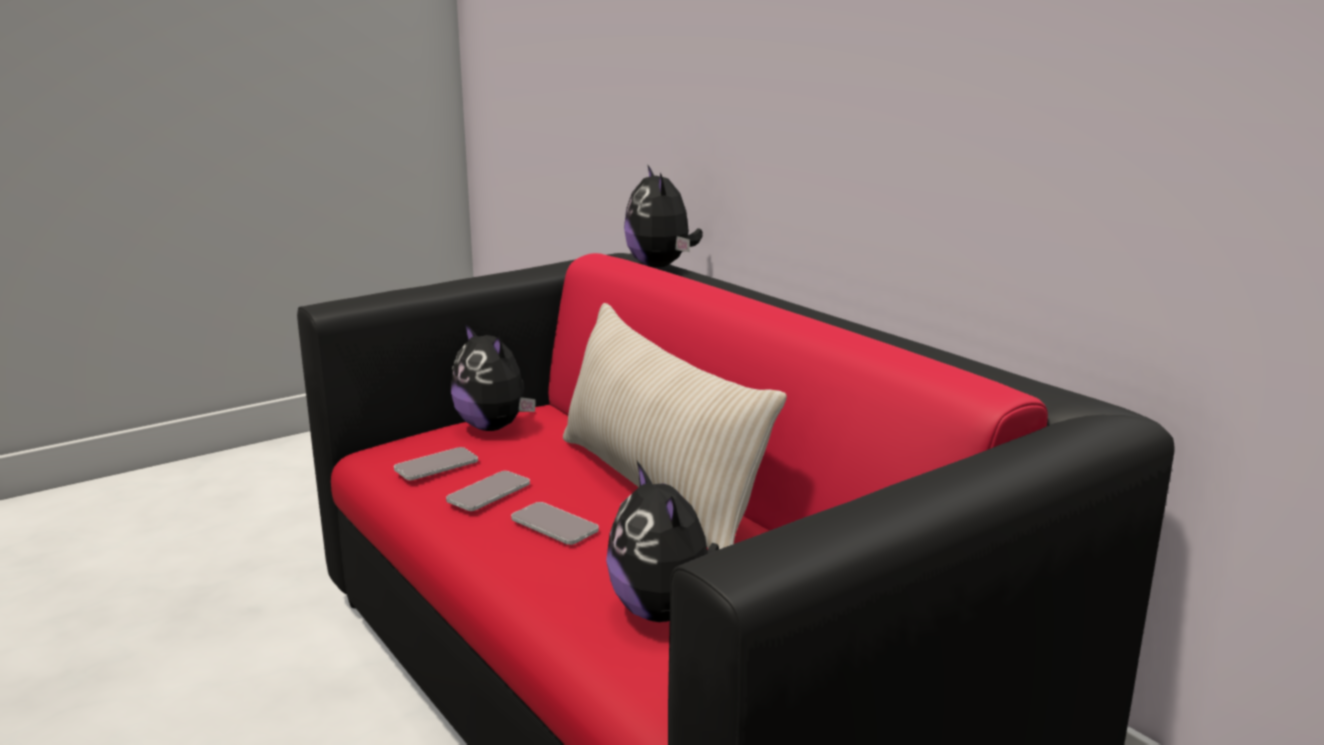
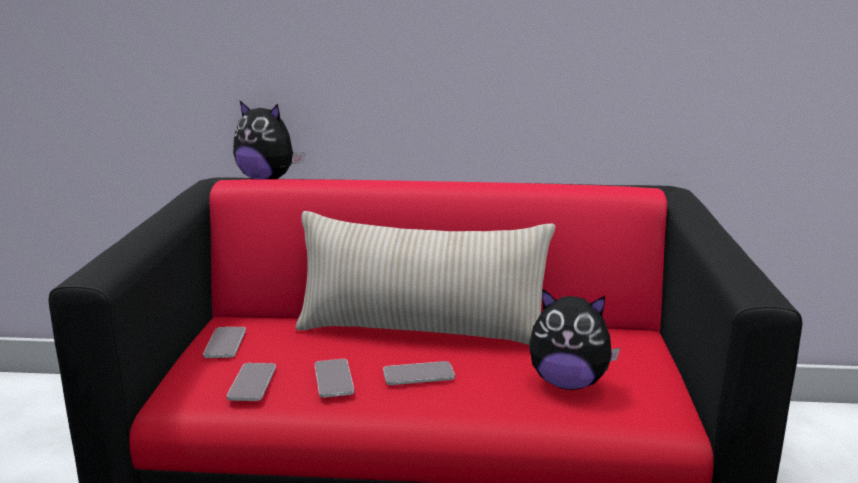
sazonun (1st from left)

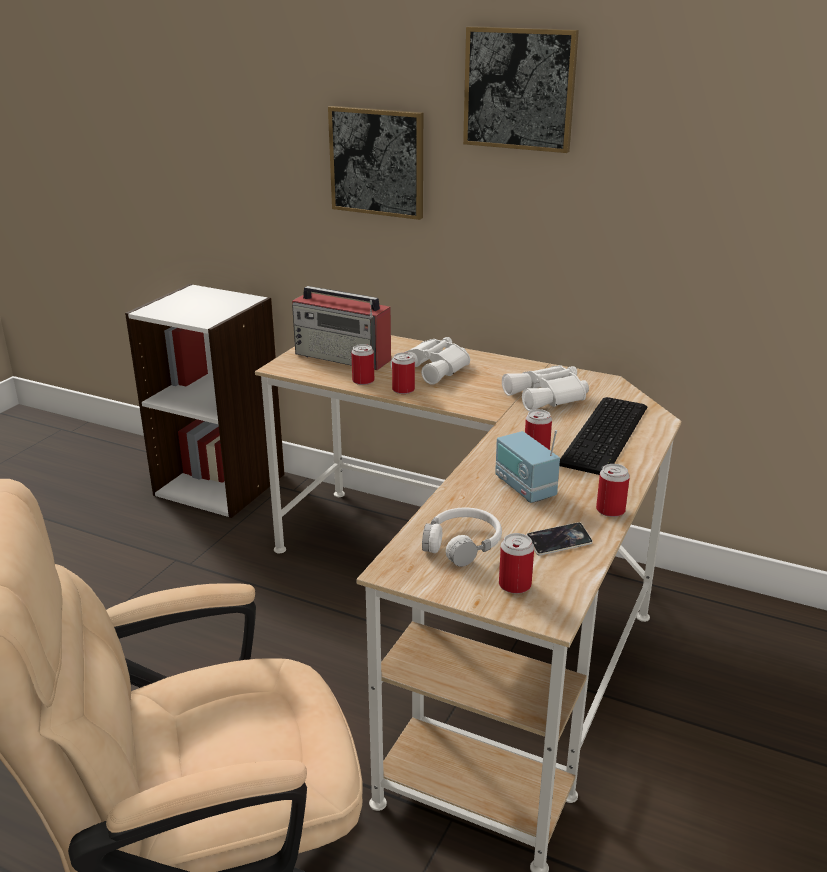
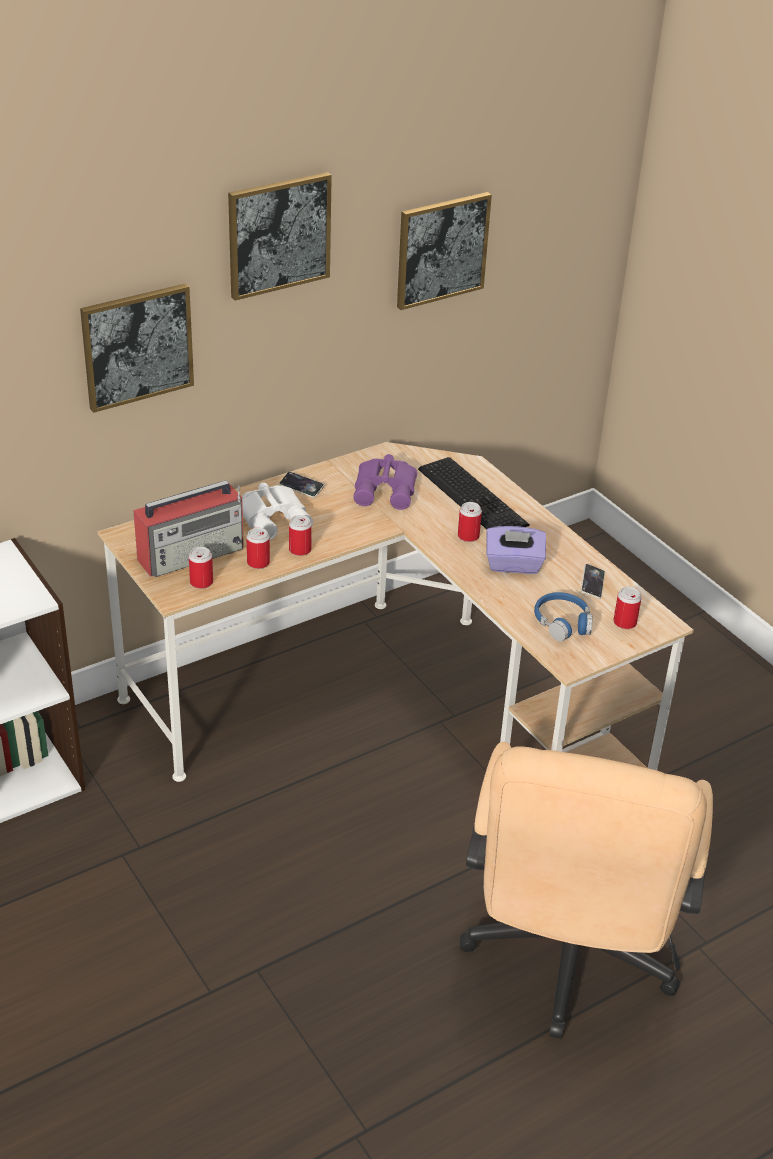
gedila (1st from left); sazonun (1st from left); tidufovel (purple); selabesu (3rd from left); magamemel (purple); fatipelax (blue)

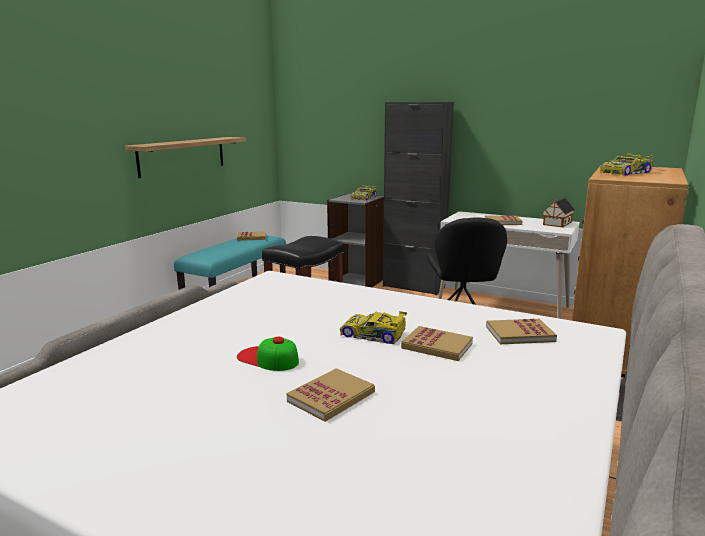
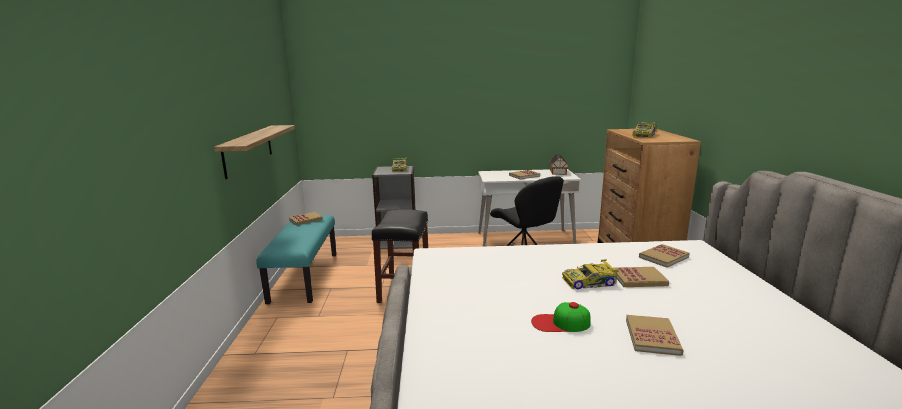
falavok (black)

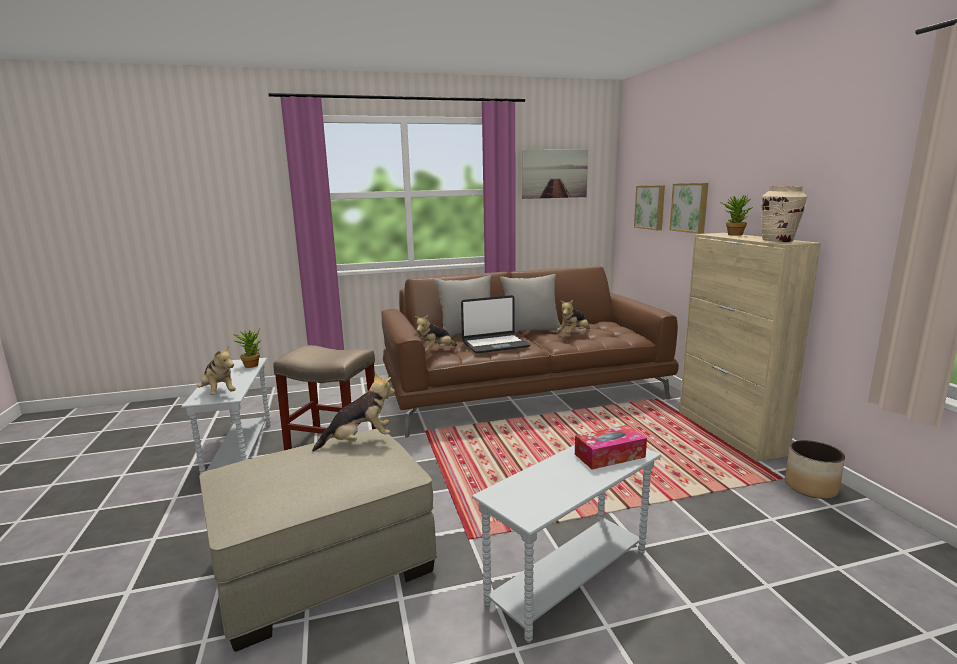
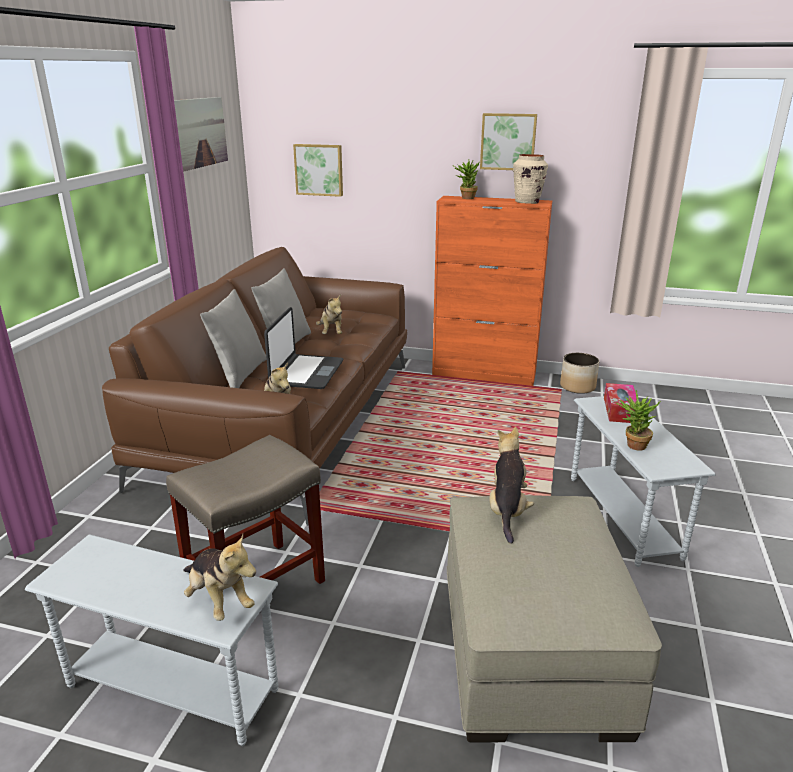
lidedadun (1st from left); falavok (orange); selabesu (3rd from left); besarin (2nd from left)

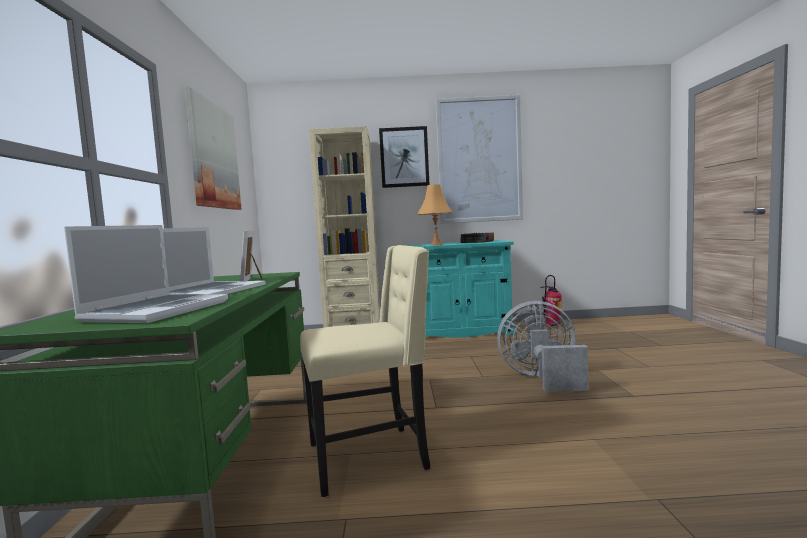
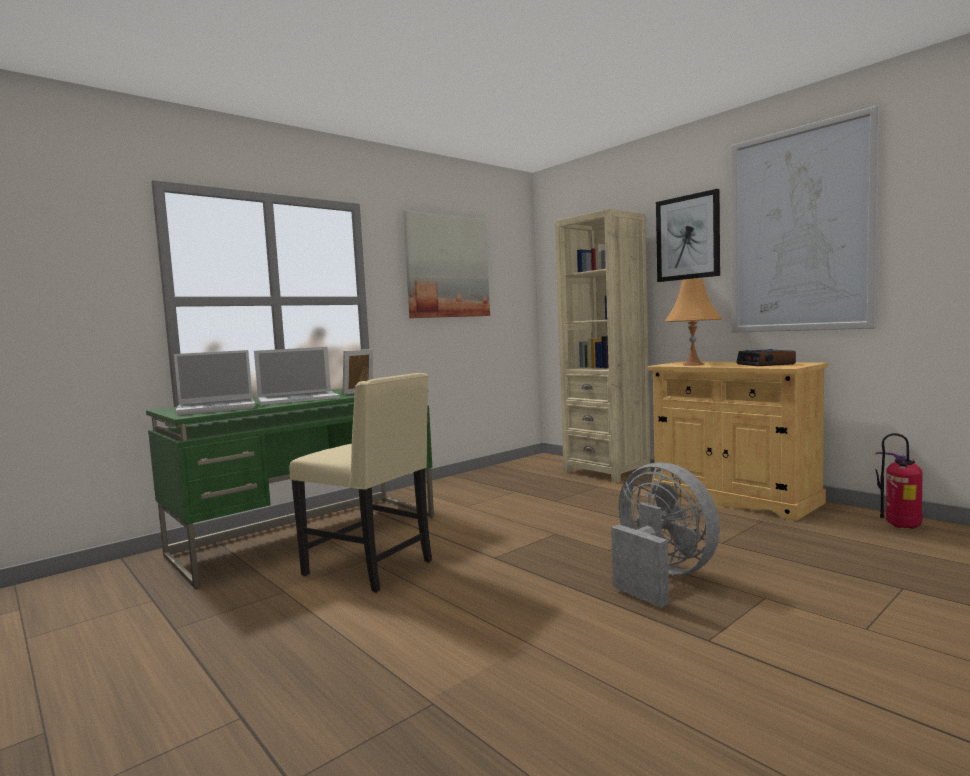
falavok (beige)

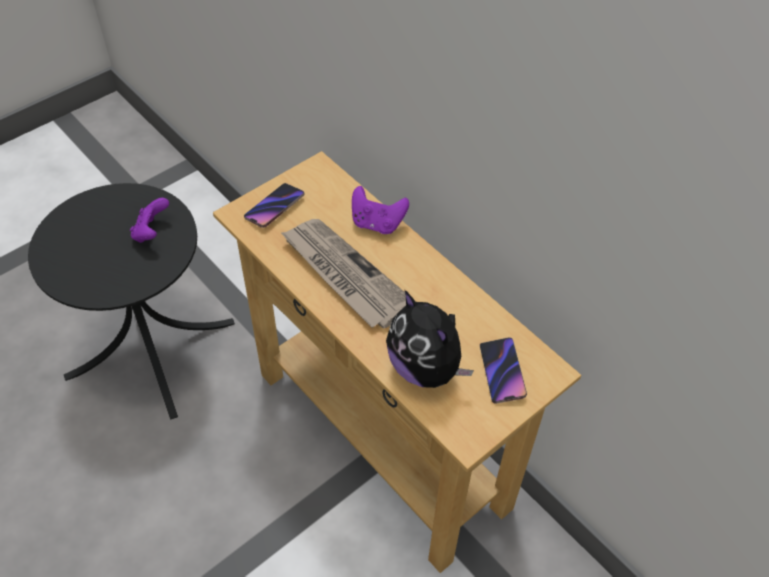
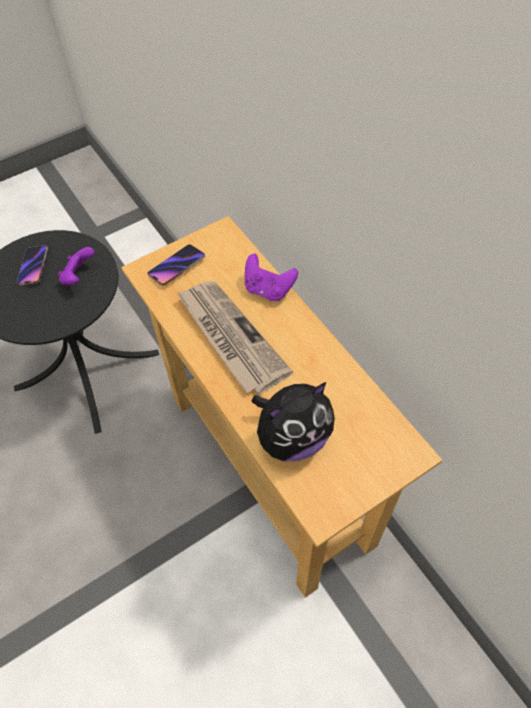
sazonun (1st from left); lidedadun

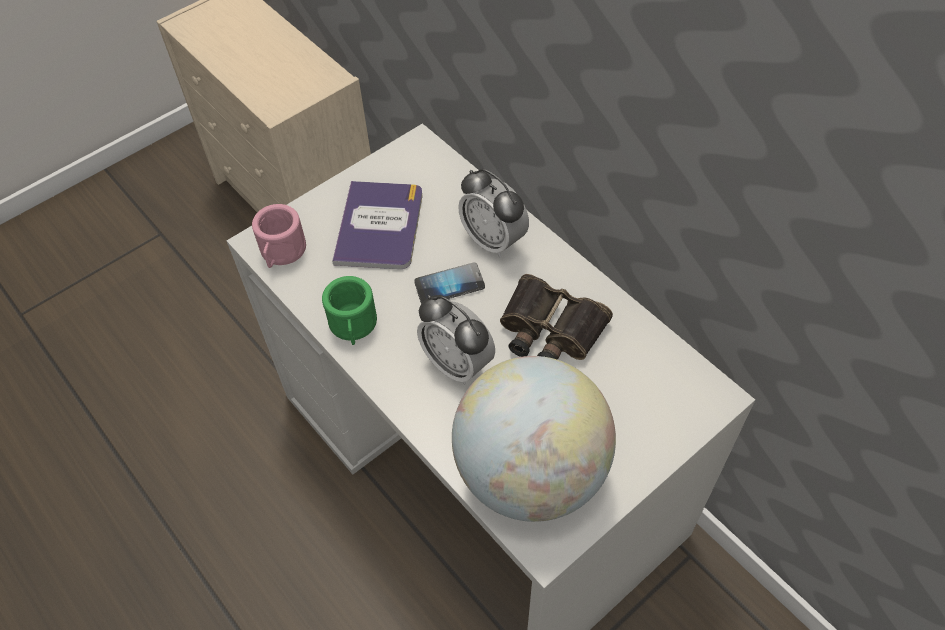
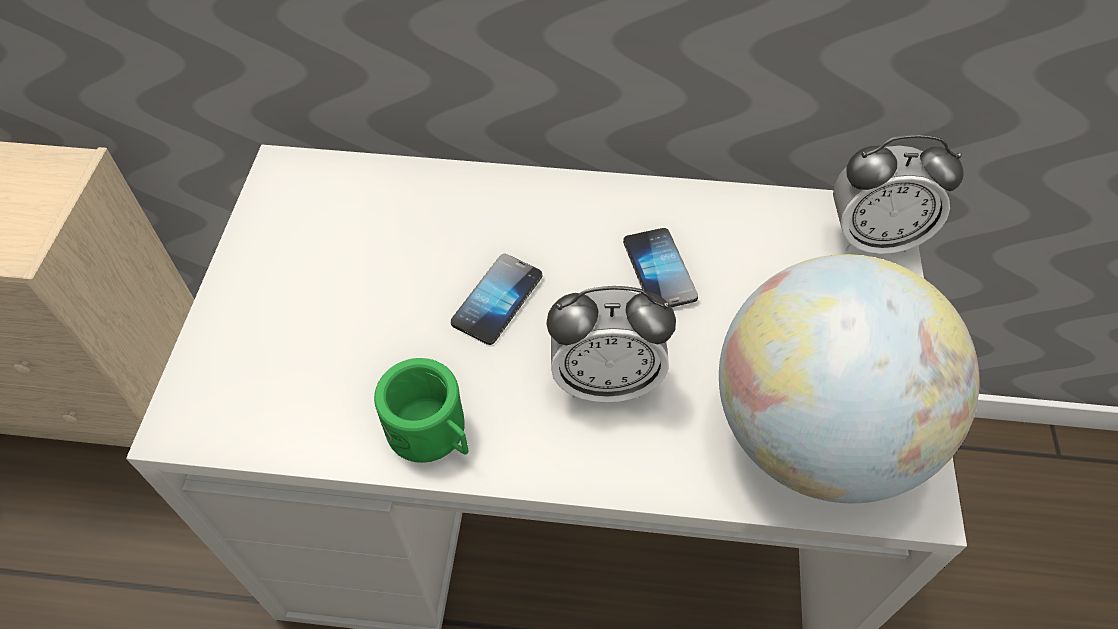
sazonun (2nd from left); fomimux (2nd from left); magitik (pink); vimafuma

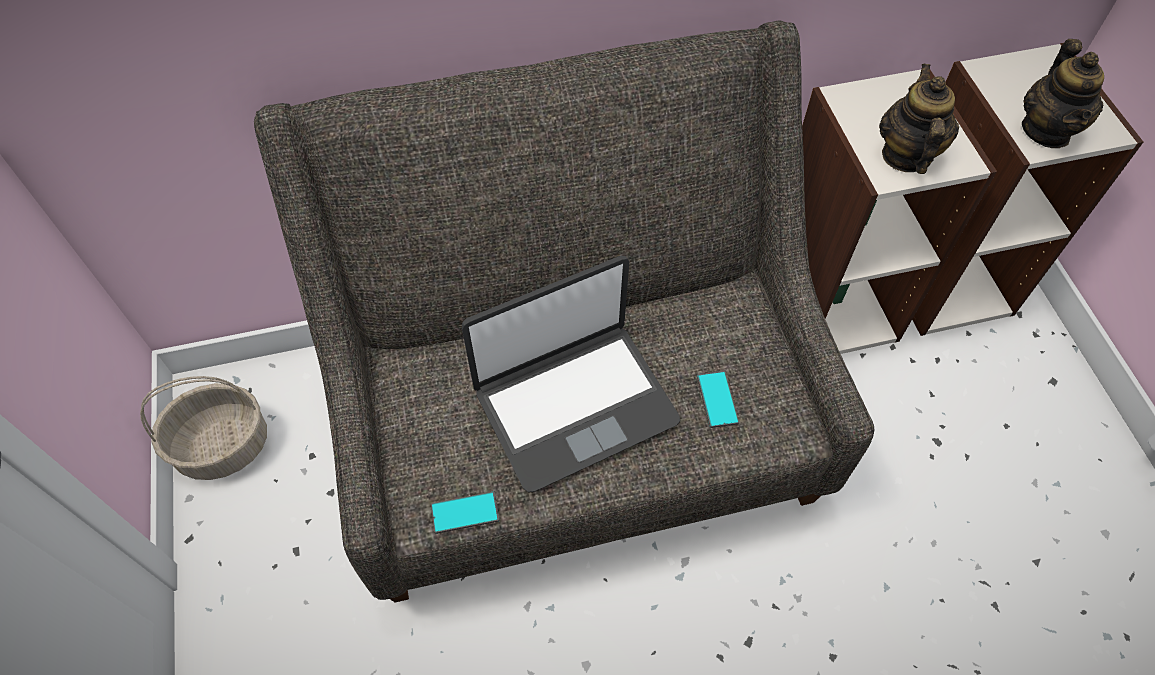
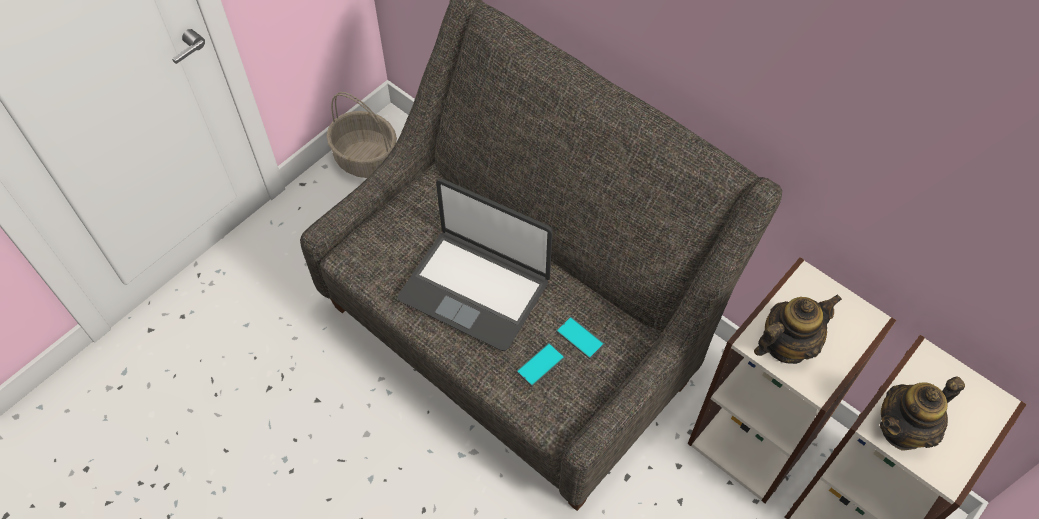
sazonun (2nd from left)

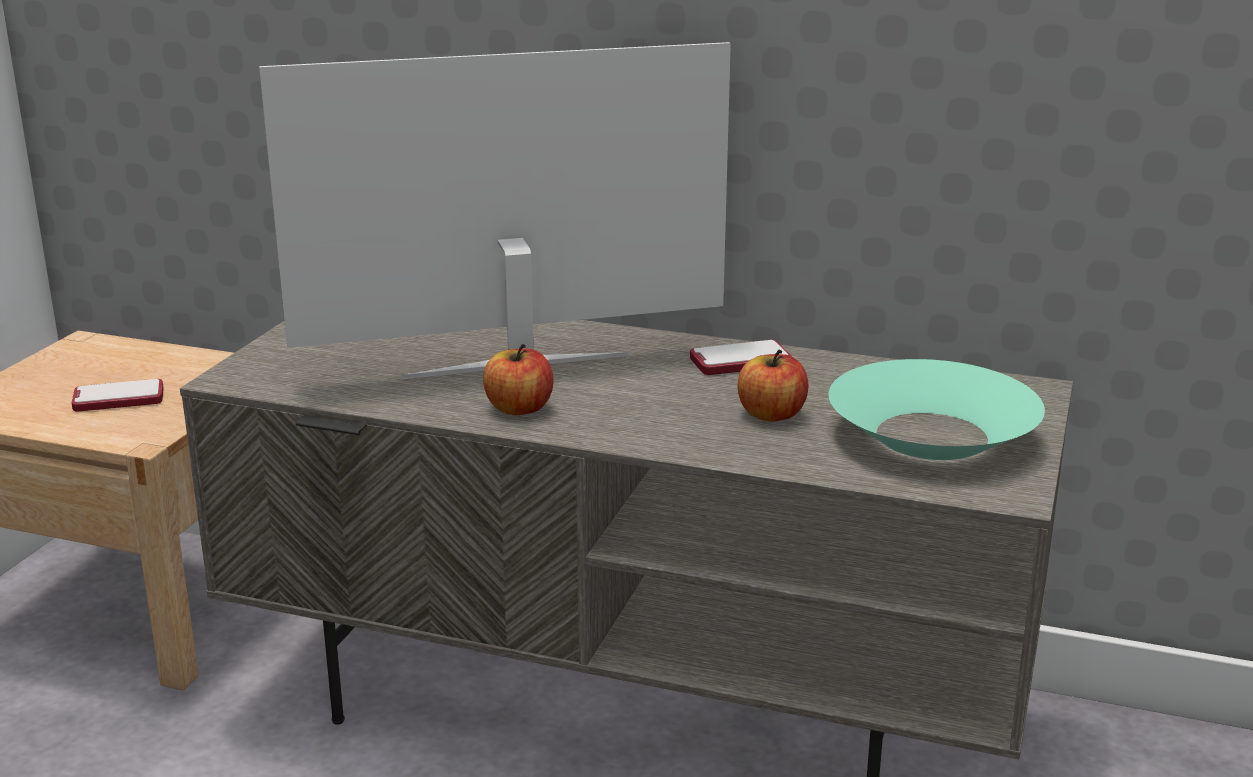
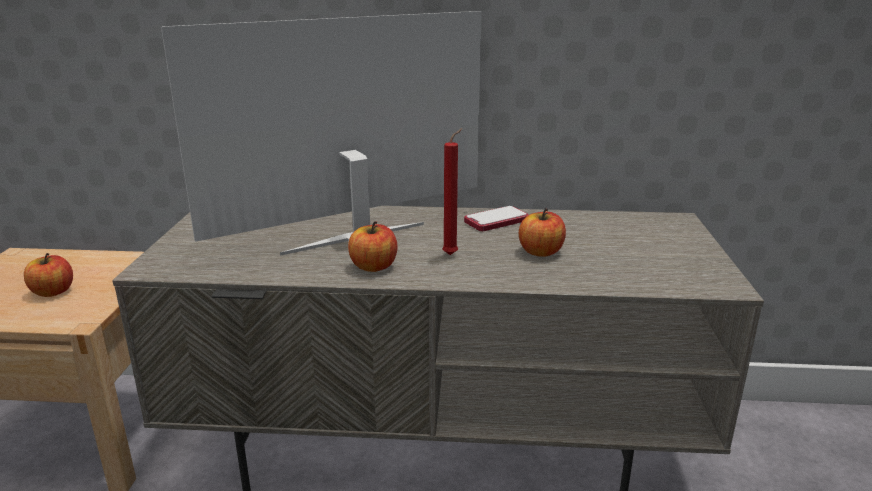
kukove (1st from left); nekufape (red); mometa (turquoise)

